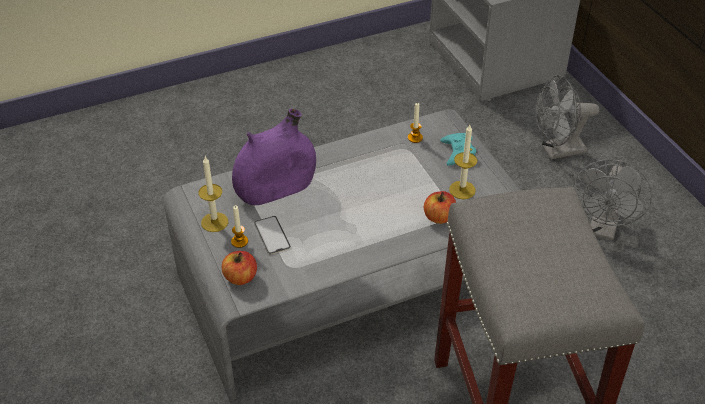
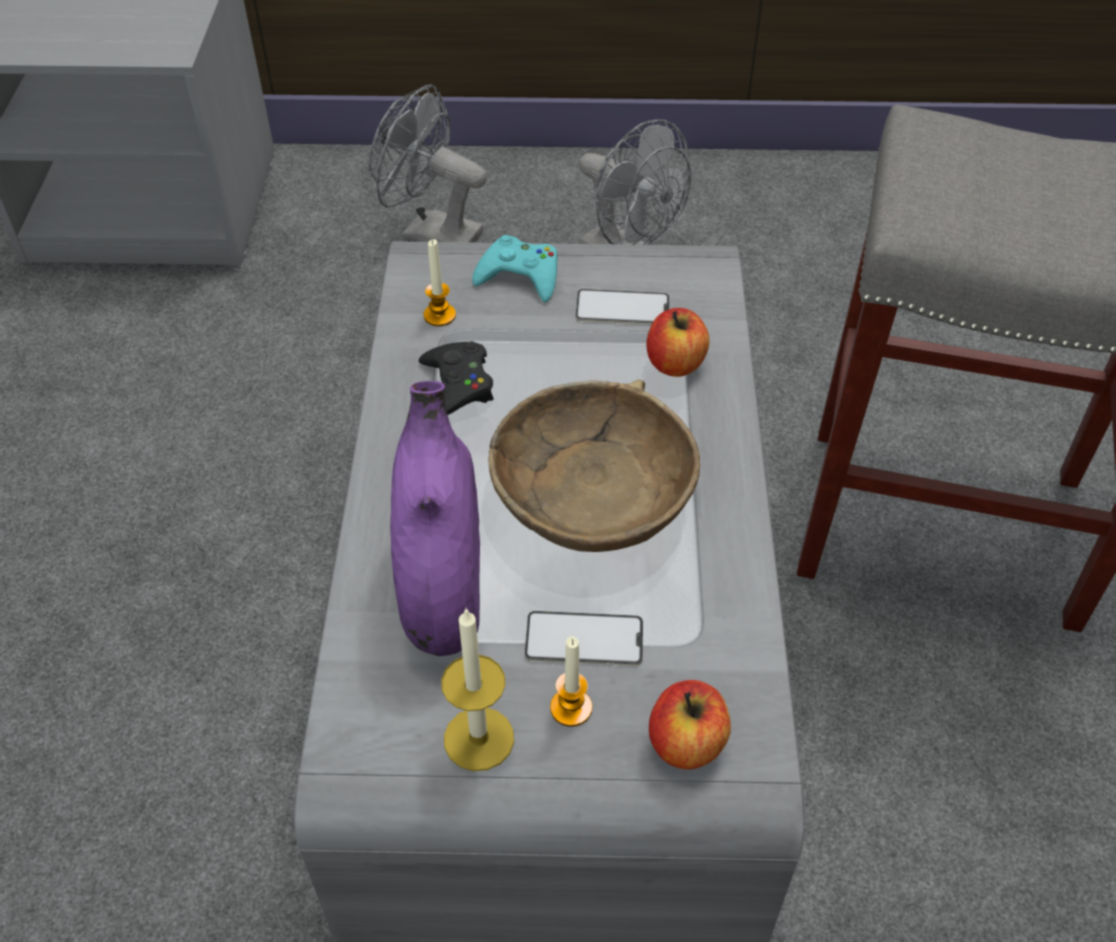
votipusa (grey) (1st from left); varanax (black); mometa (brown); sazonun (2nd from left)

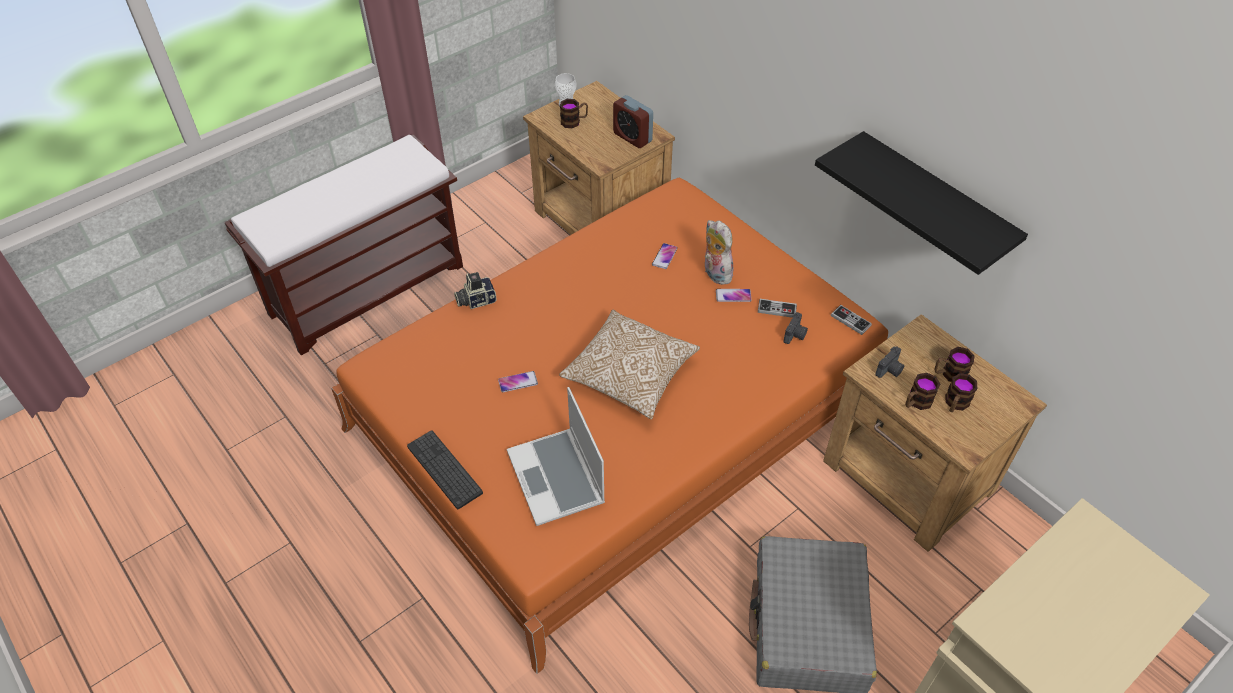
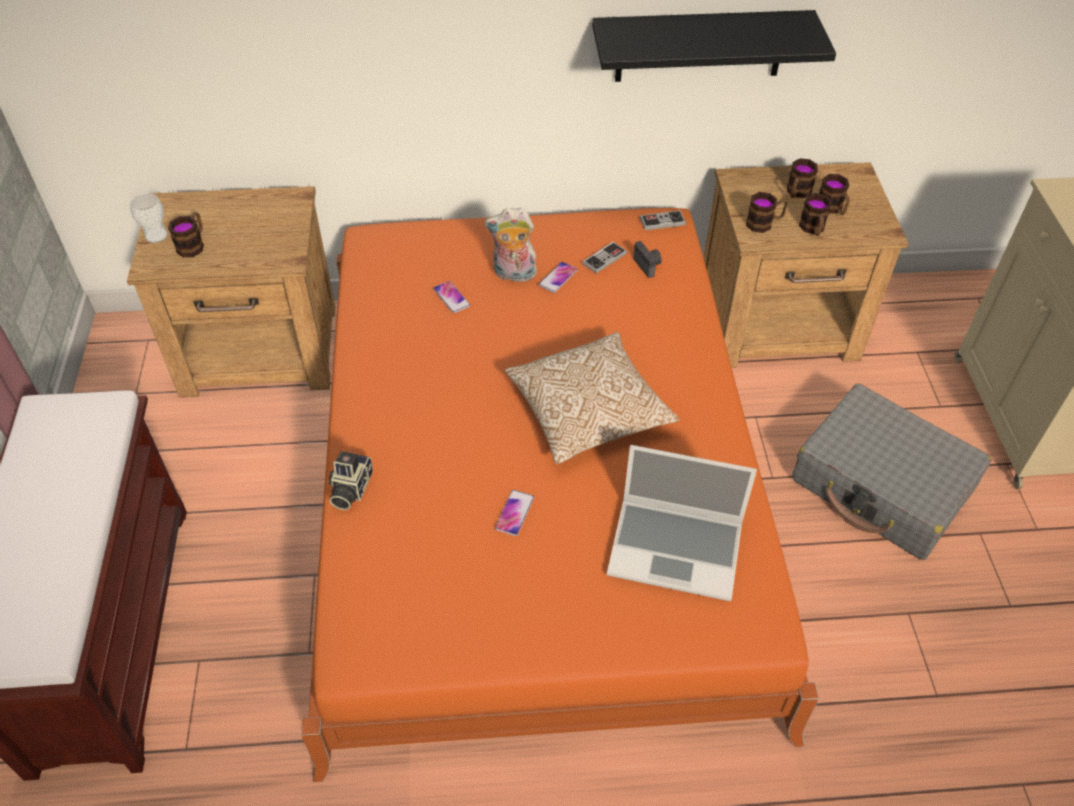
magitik (2nd from left); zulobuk; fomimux

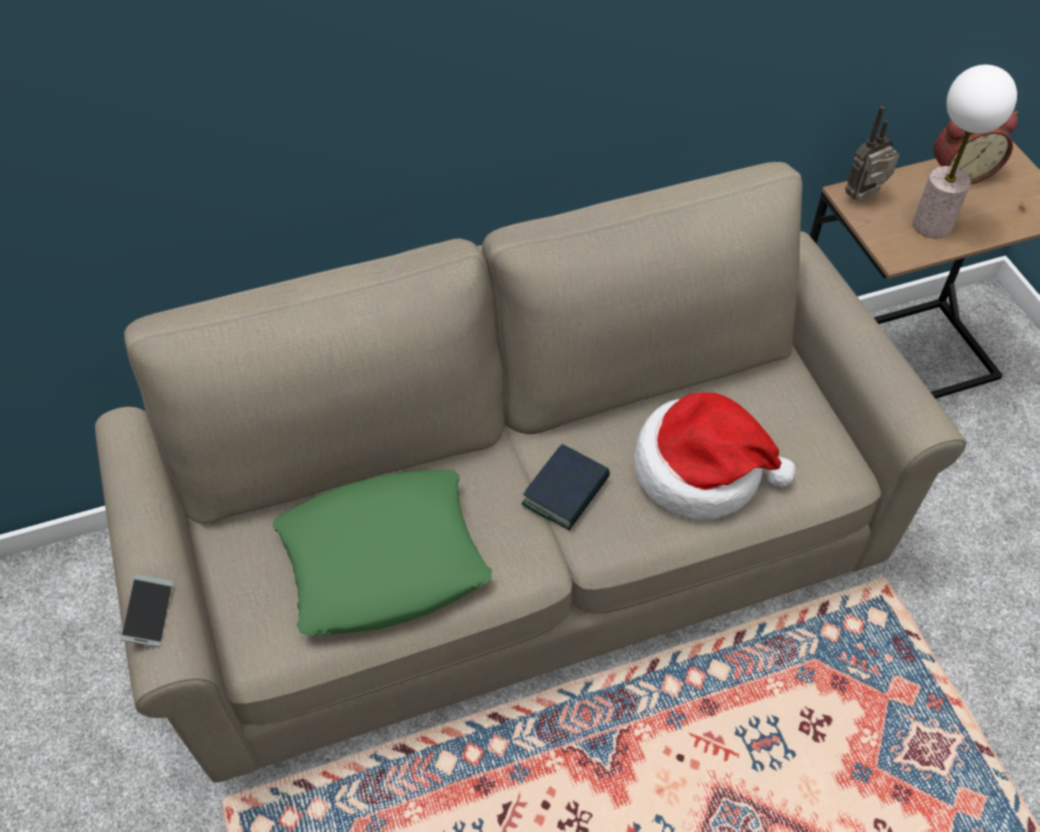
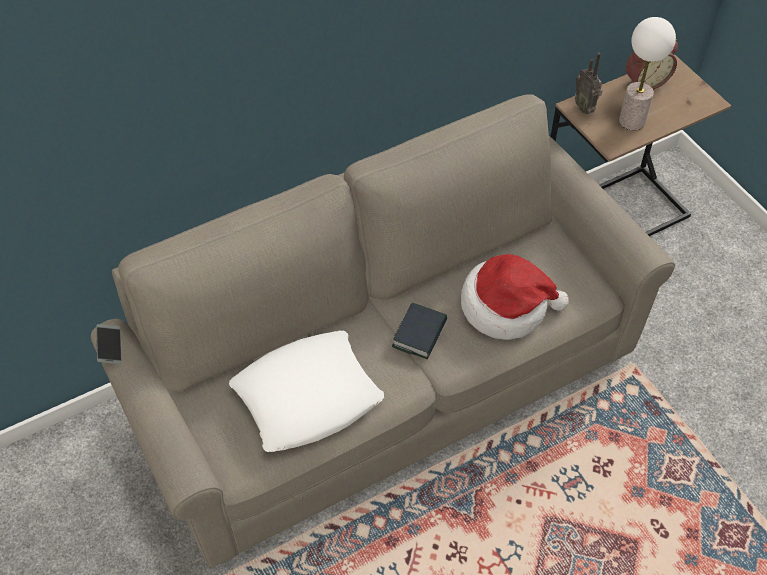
sazonun; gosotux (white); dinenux

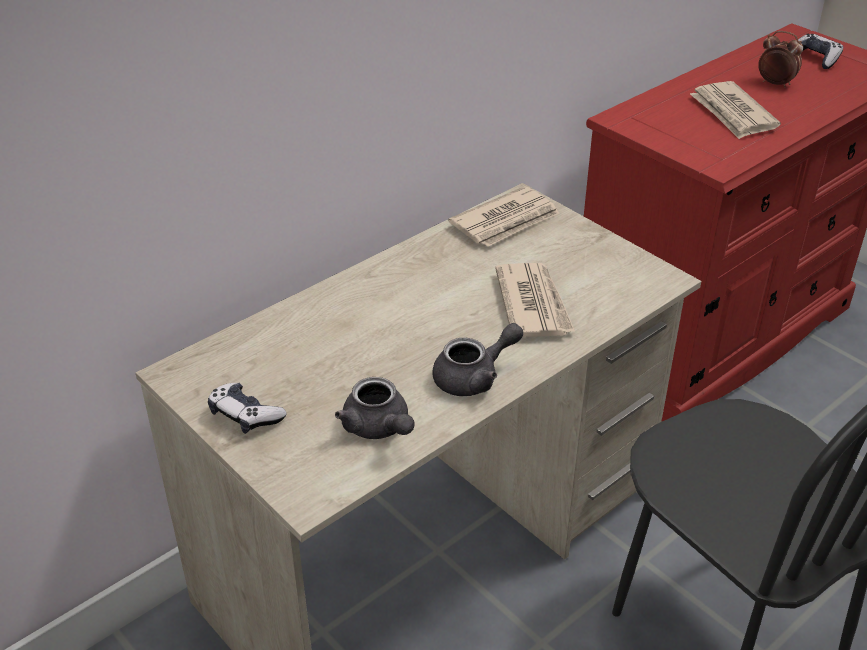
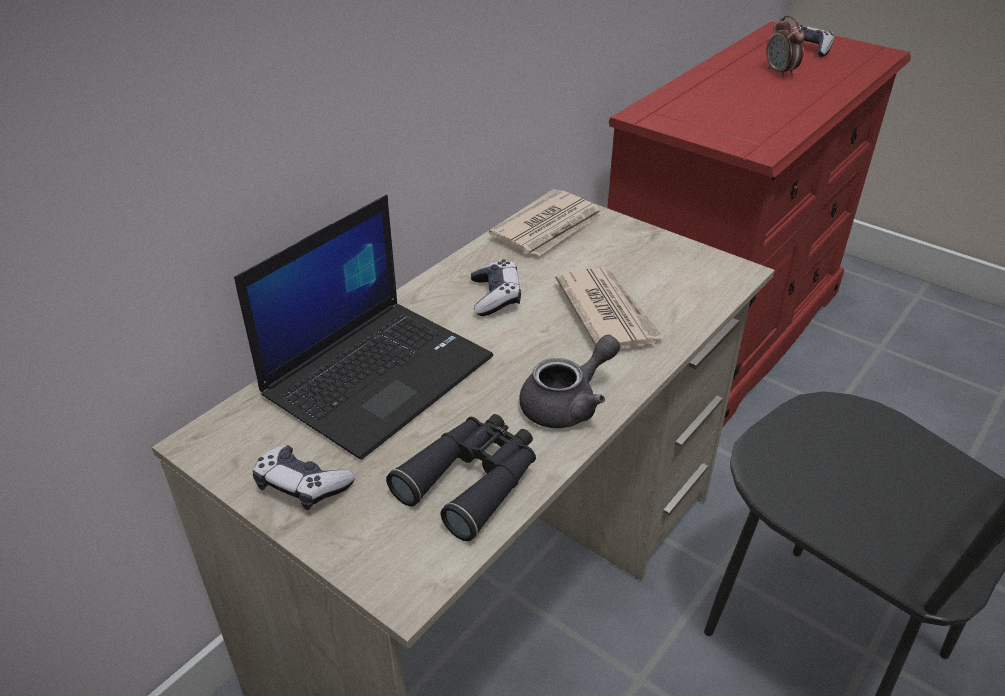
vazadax; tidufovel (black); varanax (2nd from left); fomimux; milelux (3rd from left in the first image)

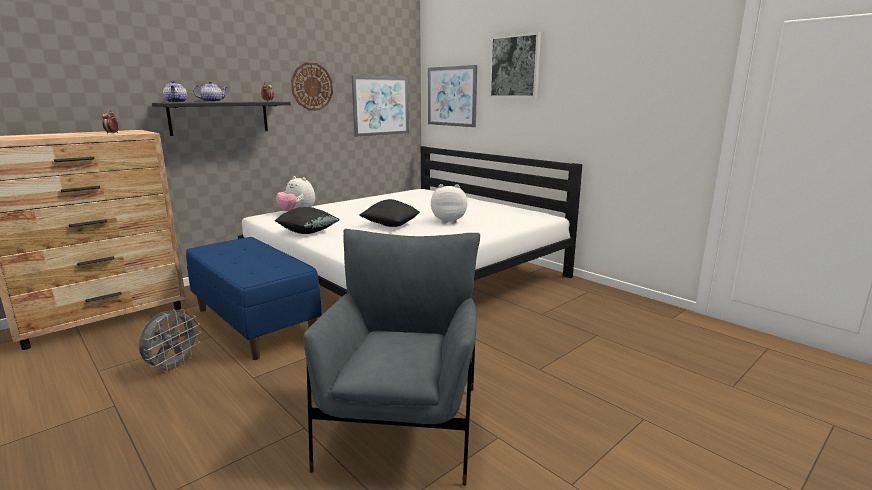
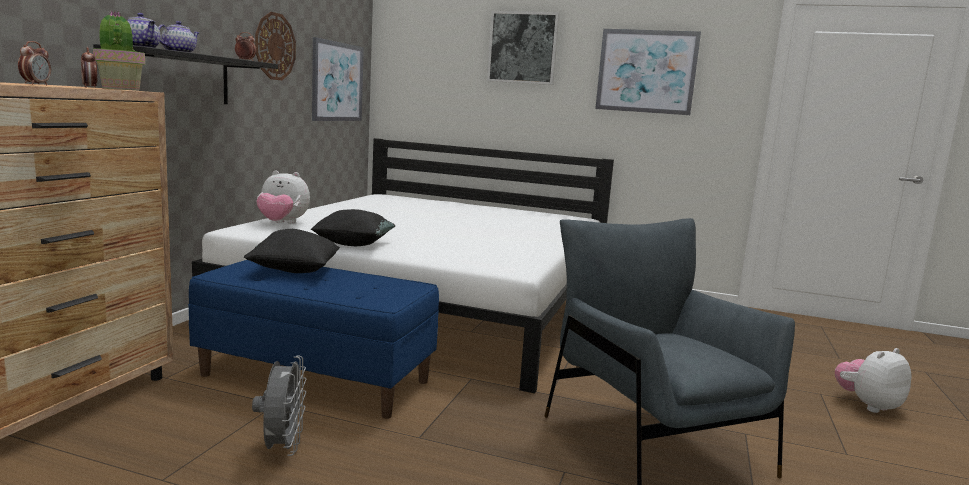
fomimux (1st from left); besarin; gosotux (black) (1st from left); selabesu (3rd from left); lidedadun (2nd from left)

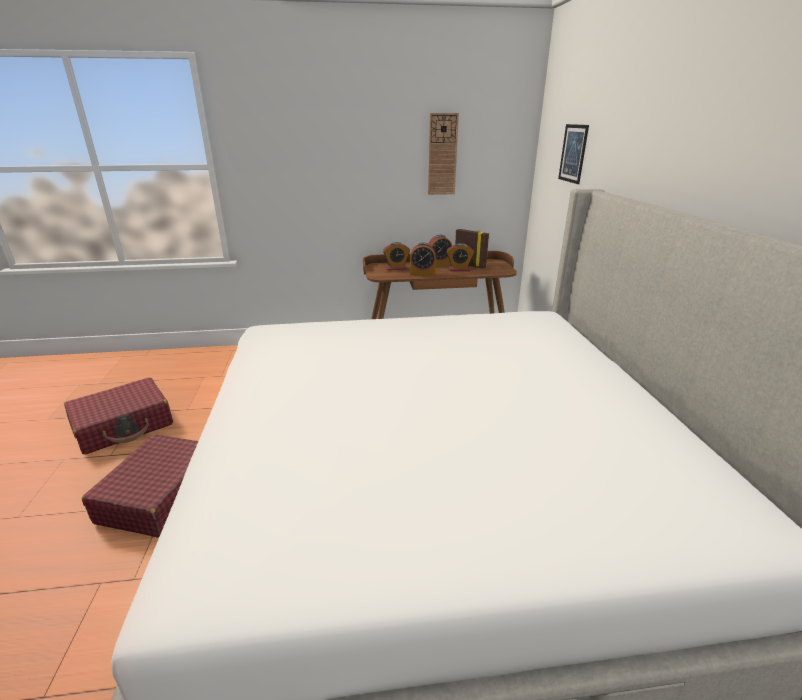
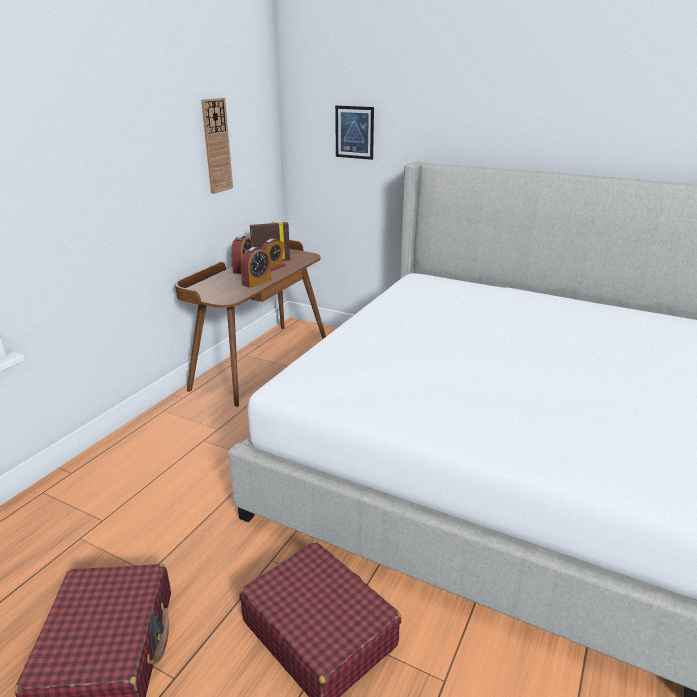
fomimux (1st from left in the first image)

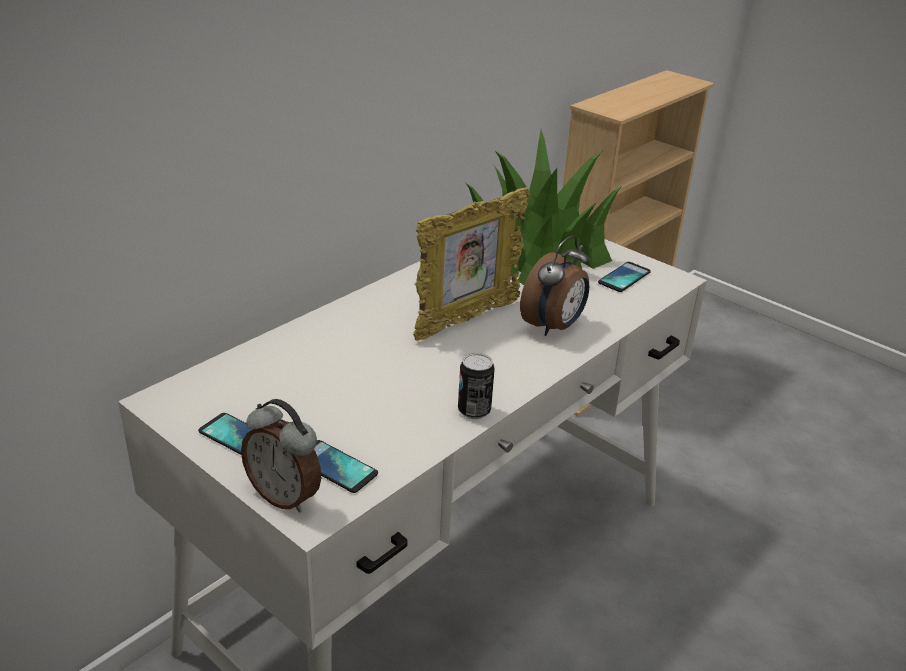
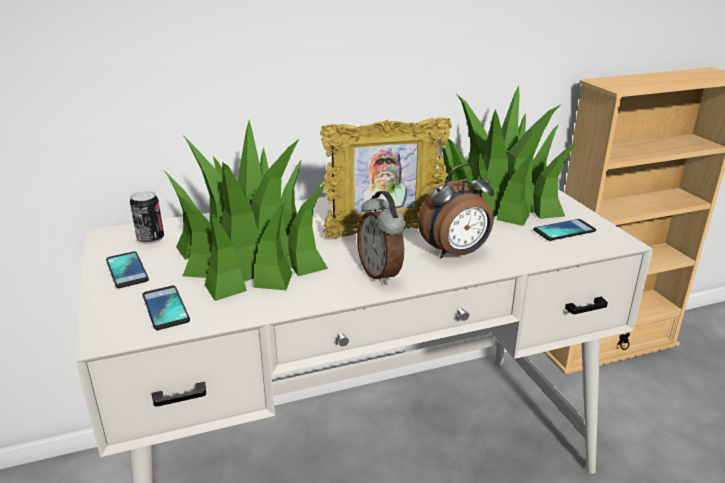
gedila; besarin (1st from left); fomimux (1st from left)

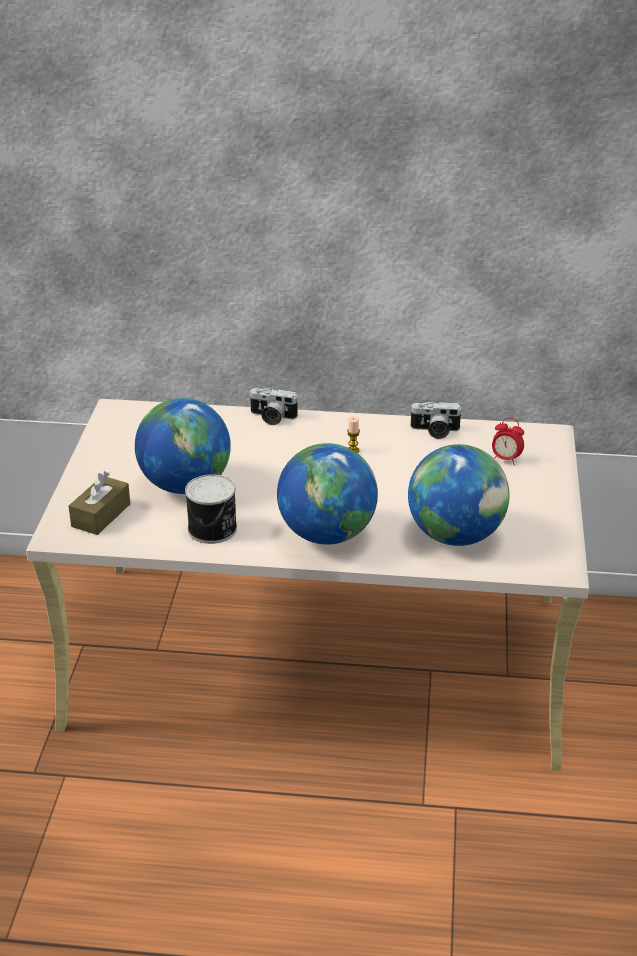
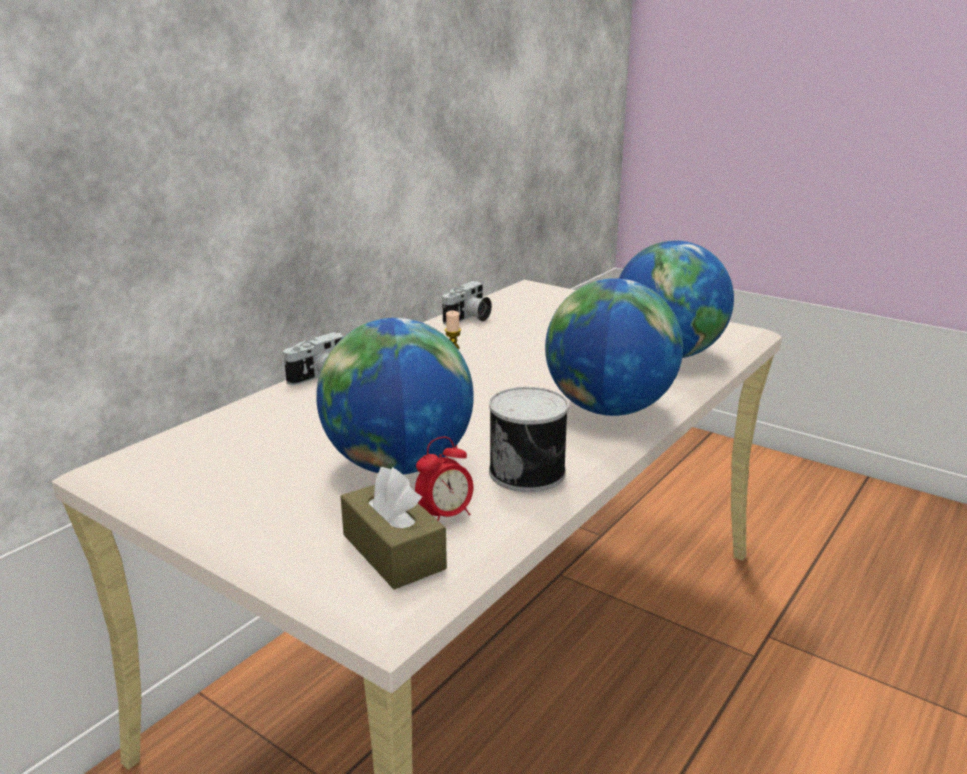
fomimux

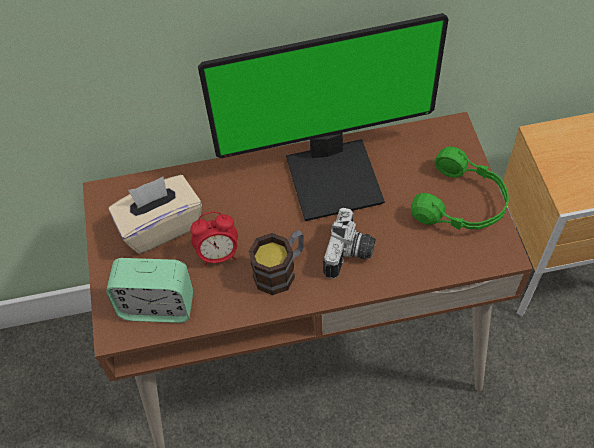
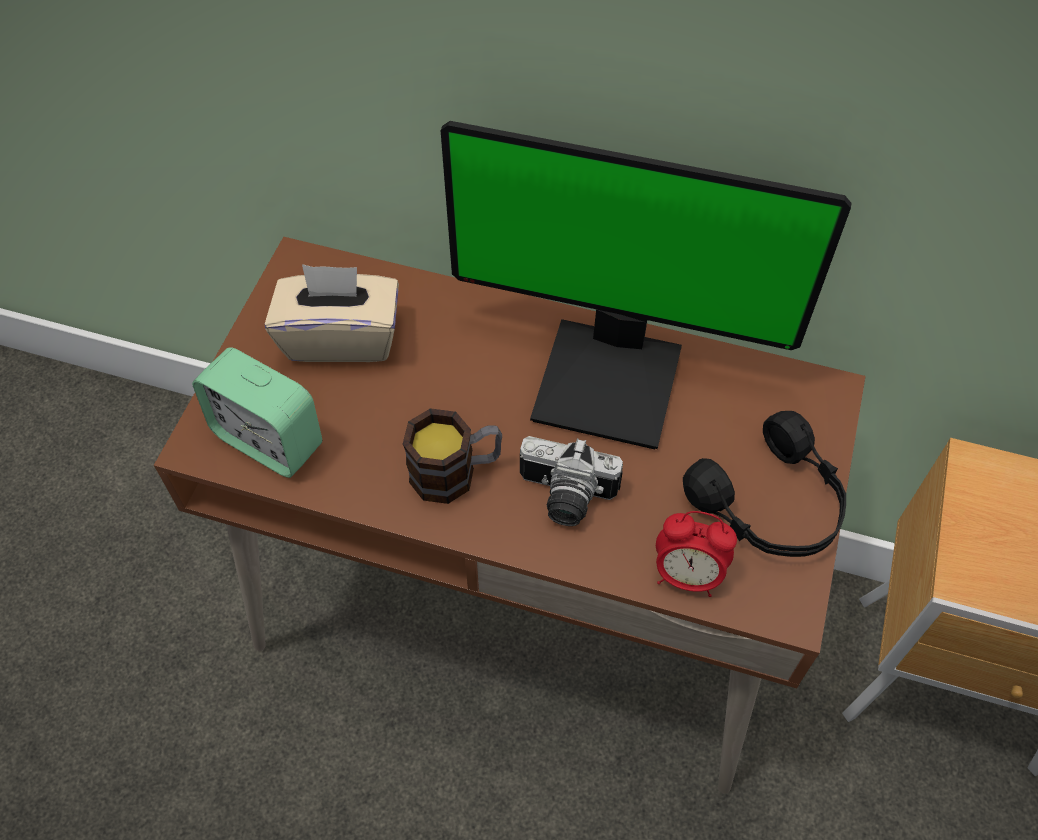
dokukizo; fomimux (2nd from left); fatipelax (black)

